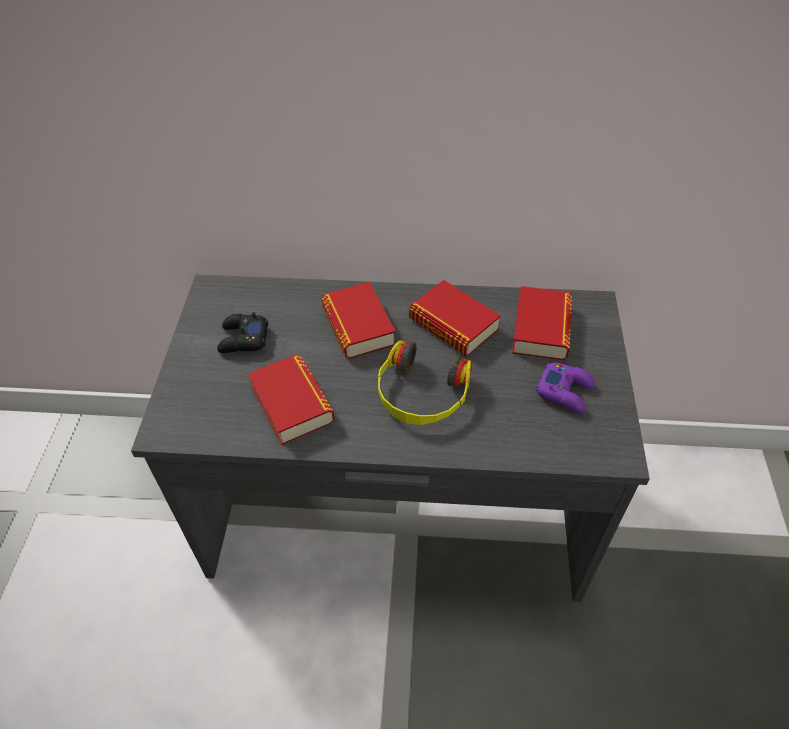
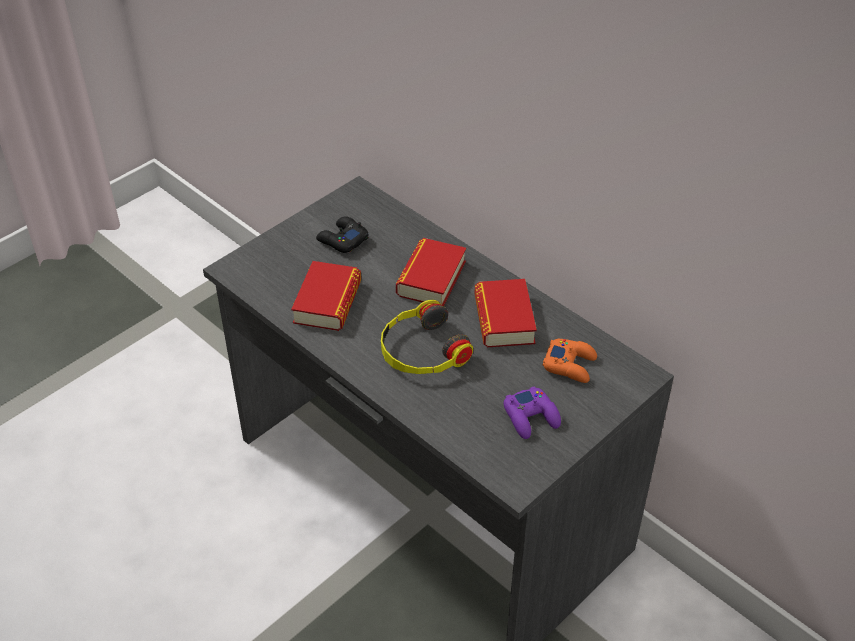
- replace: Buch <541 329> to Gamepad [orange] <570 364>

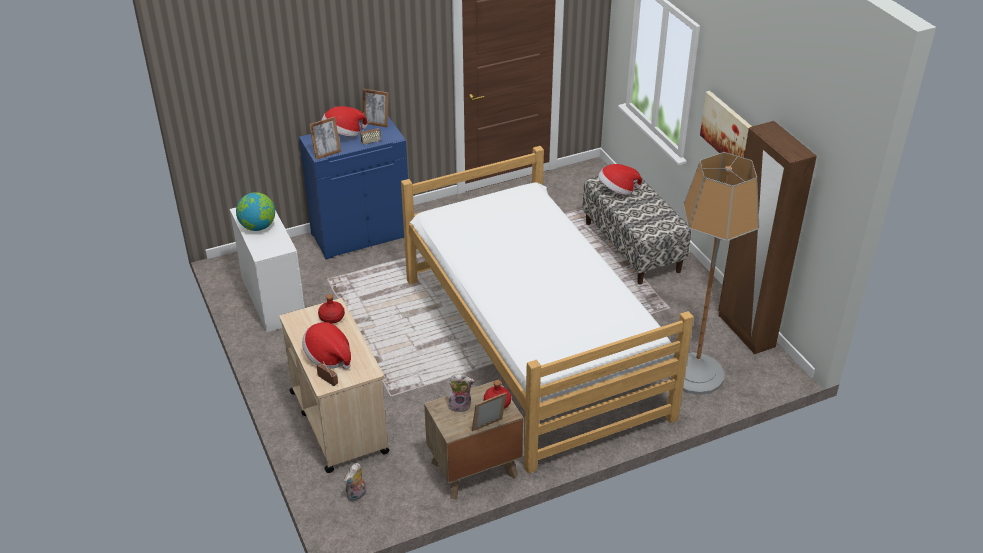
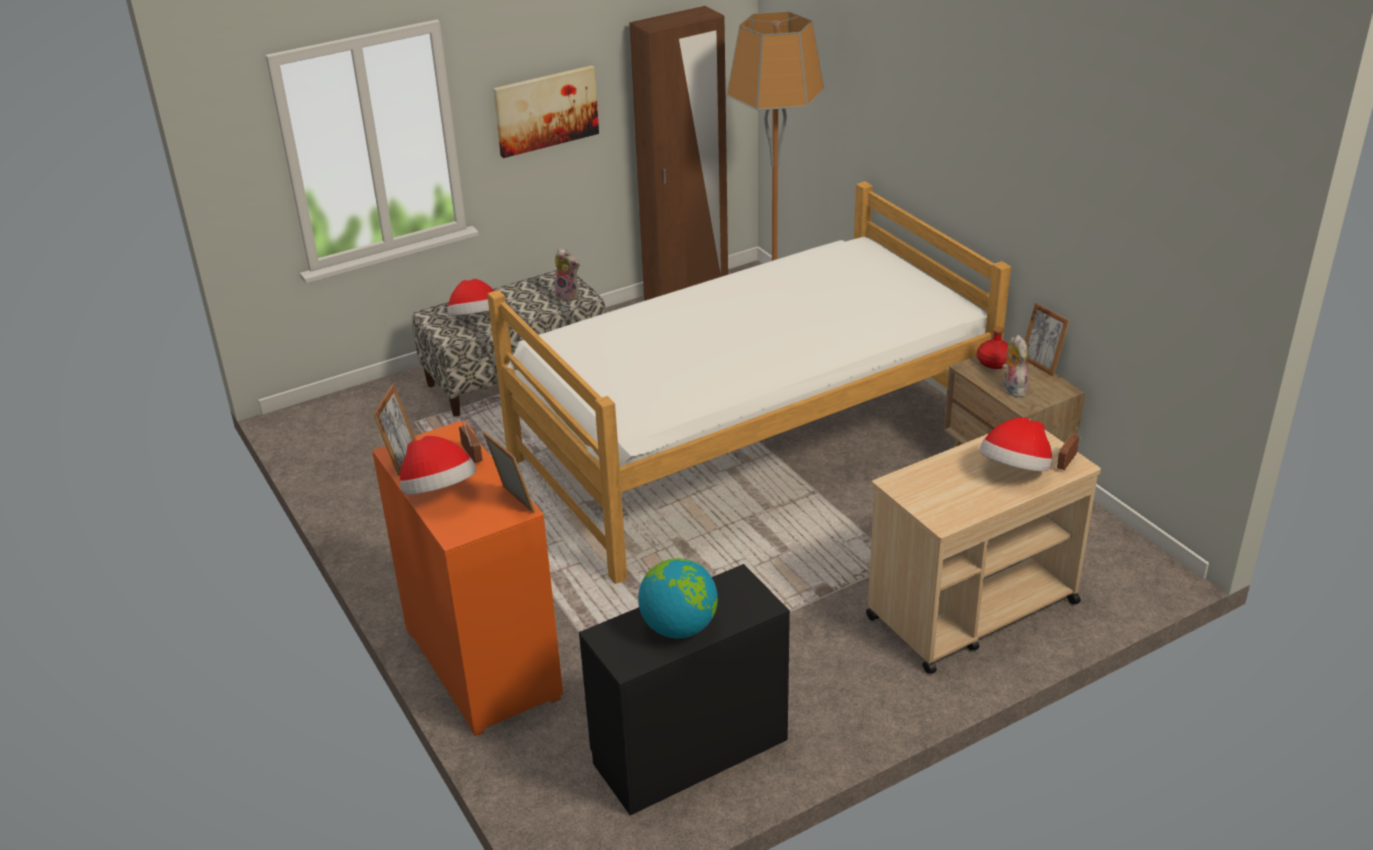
- recolor: Schrank [blau] <361 234> to Schrank [orange] <479 662>
- recolor: Kommode [weiß] <274 298> to Kommode [schwarz] <688 750>
- delete: Flasche [rot] <332 317>
- move: Plüschtier <357 495> to <569 295>

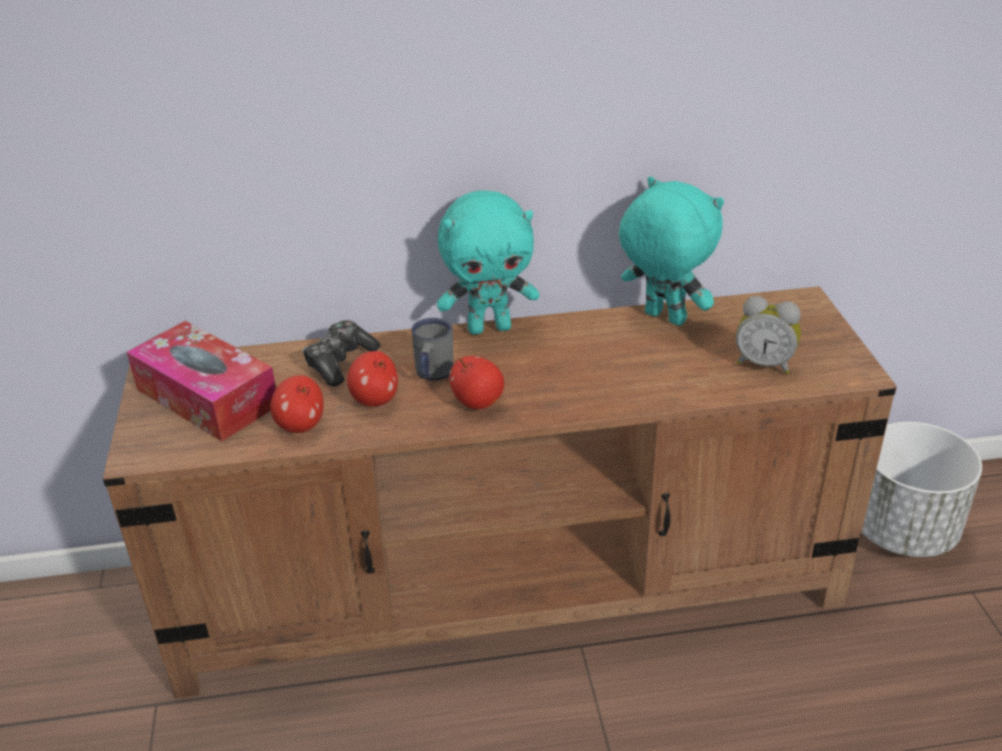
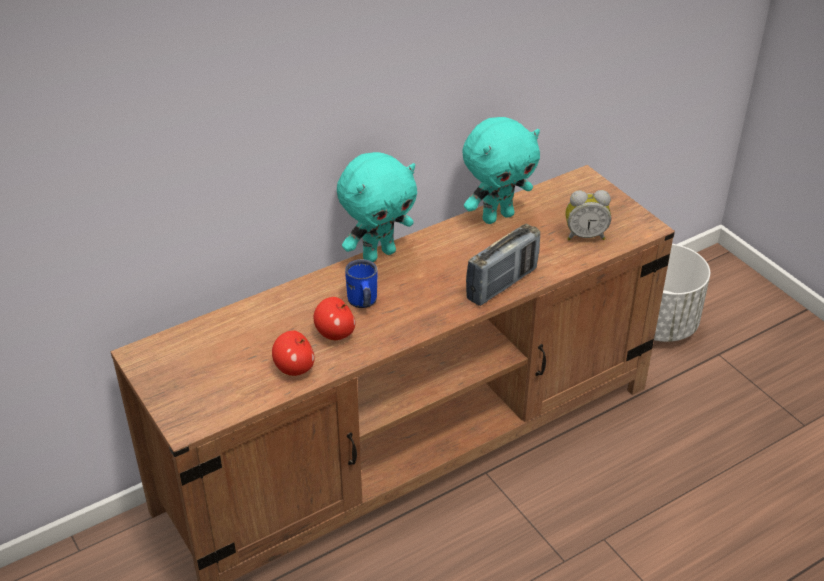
- rotate: Plüschtier [türkis] <663 318> = <497 216> 135 degrees clockwise
- recolor: Henkelbecher [grau] <432 375> to Henkelbecher [blau] <362 303>
- delete: Gamepad <340 362>
- delete: Taschentuchbox <207 397>
- delete: Apfel <477 402>
- insert: Radio <502 284>

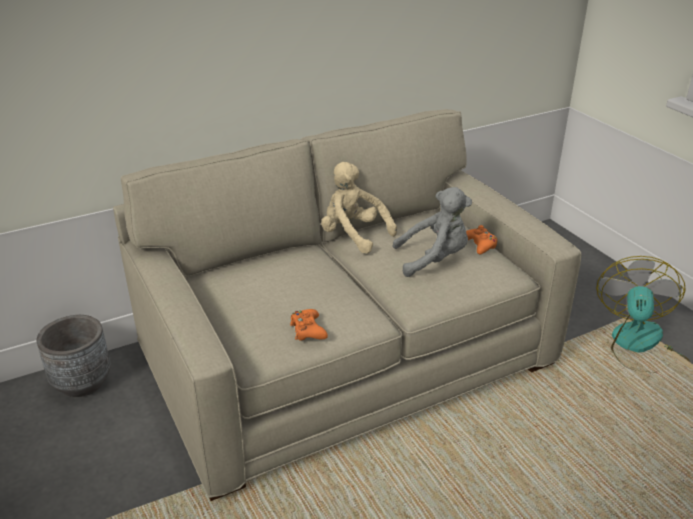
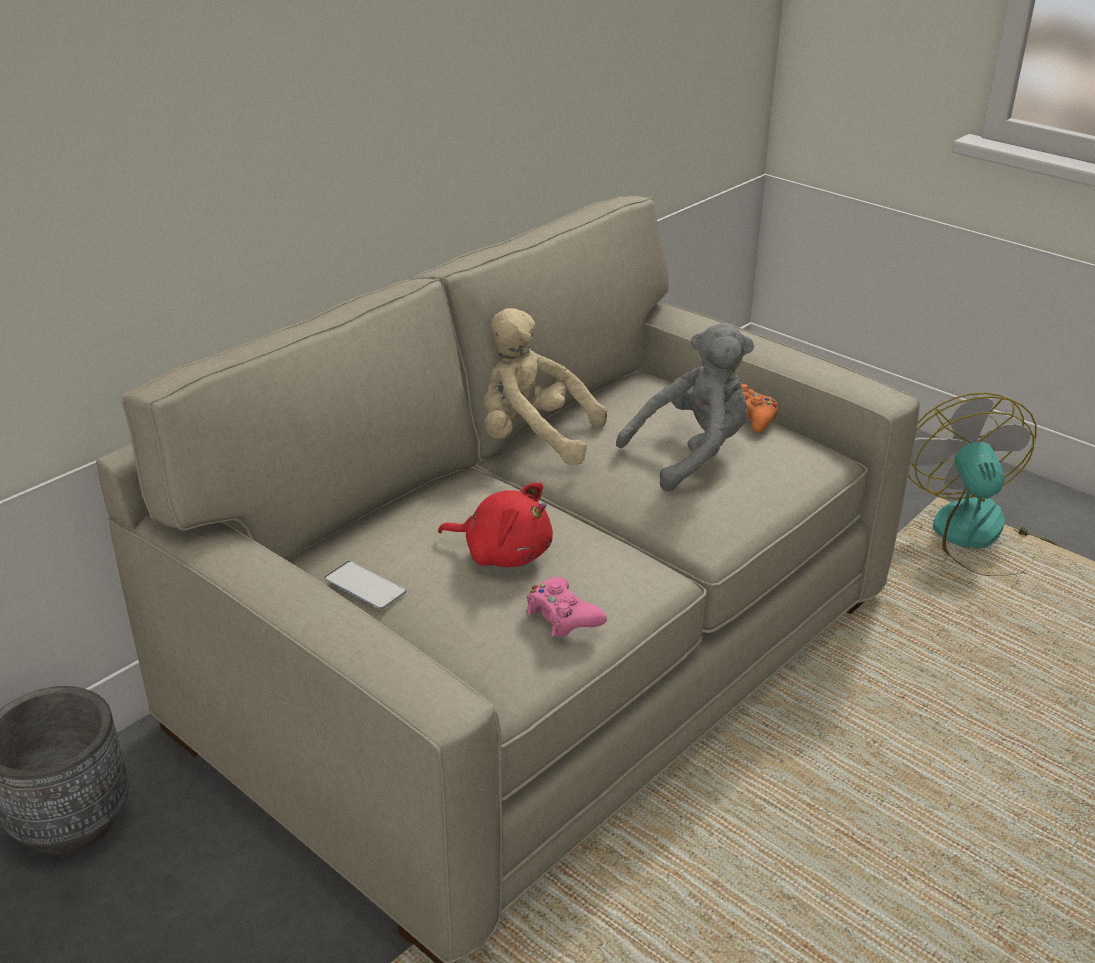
- recolor: Gamepad [orange] <308 330> to Gamepad [rosa] <562 616>
- insert: Plüschtier [rot] <503 553>
- insert: Handy <365 585>

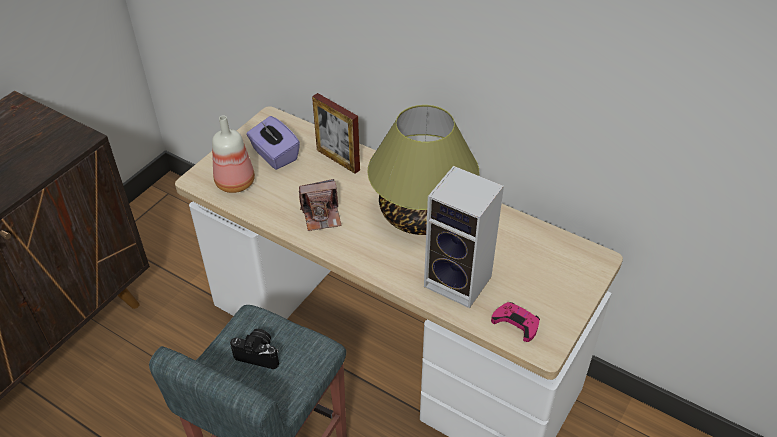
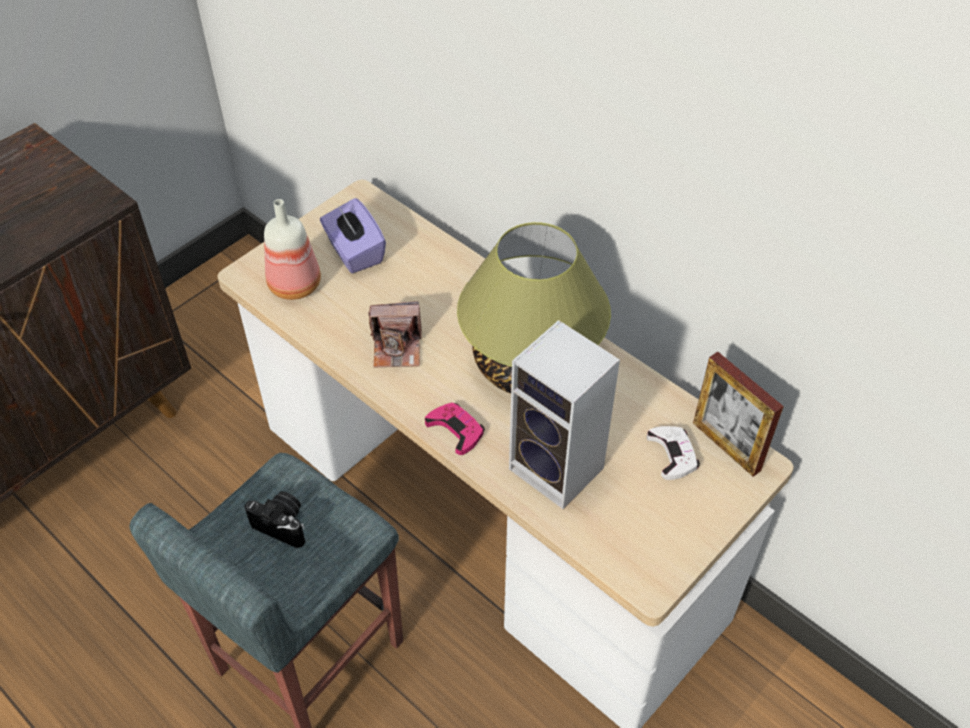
- move: Bilderrahmen <338 160> to <726 446>
- move: Gamepad [rosa] <516 323> to <456 430>
- insert: Gamepad [weiß] <672 454>

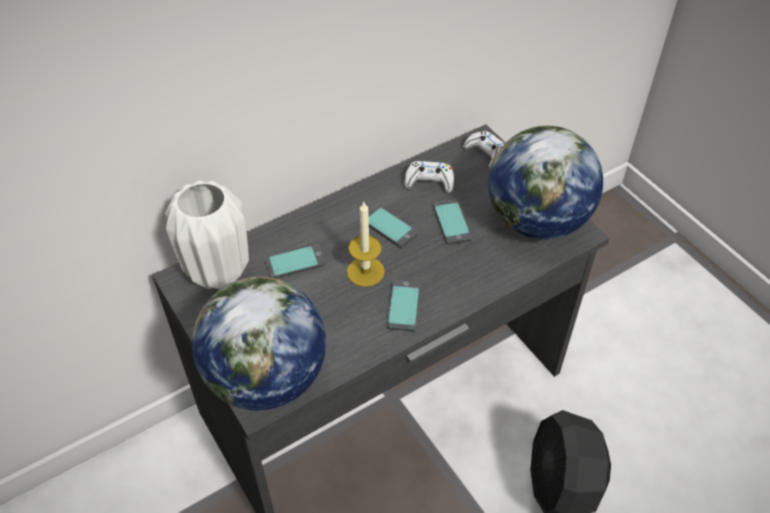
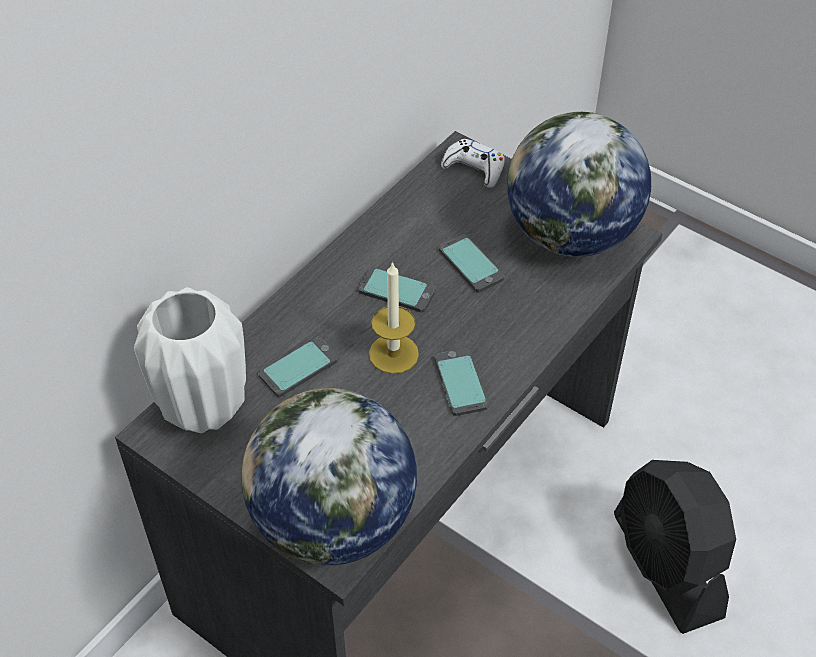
- delete: Gamepad [weiß] <429 181>

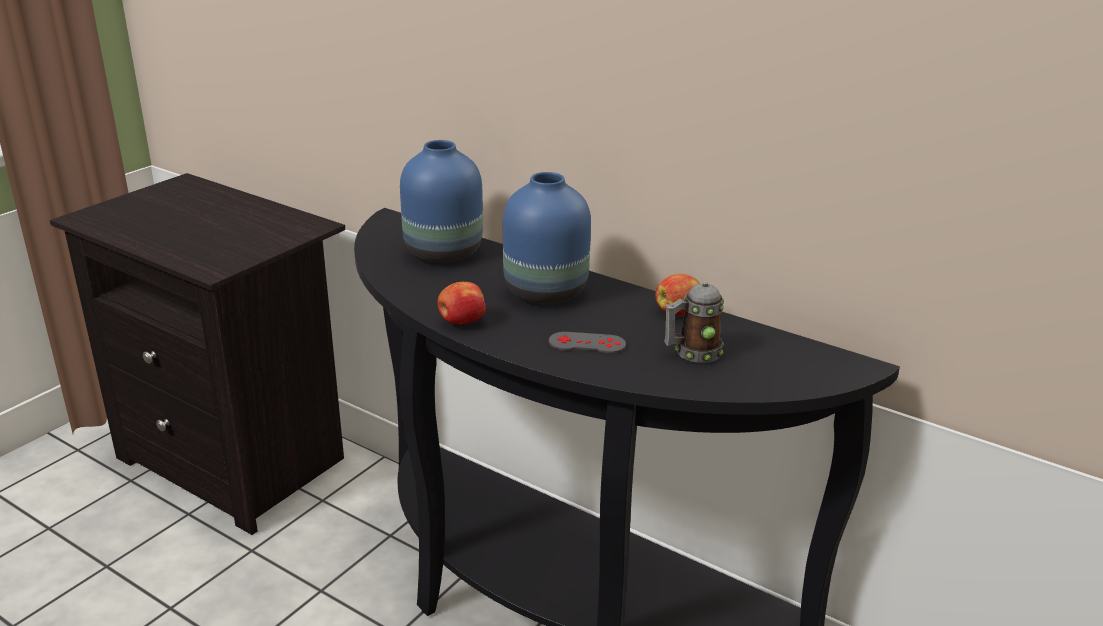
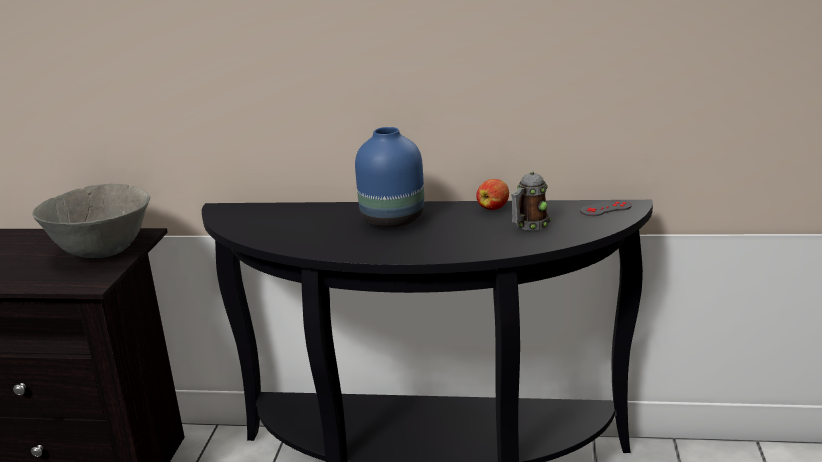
- delete: Vase [blau] <441 253>
- delete: Apfel <461 322>
- move: Gamepad [grau] <587 343> to <606 208>
- insert: Schüssel [grau] <102 251>

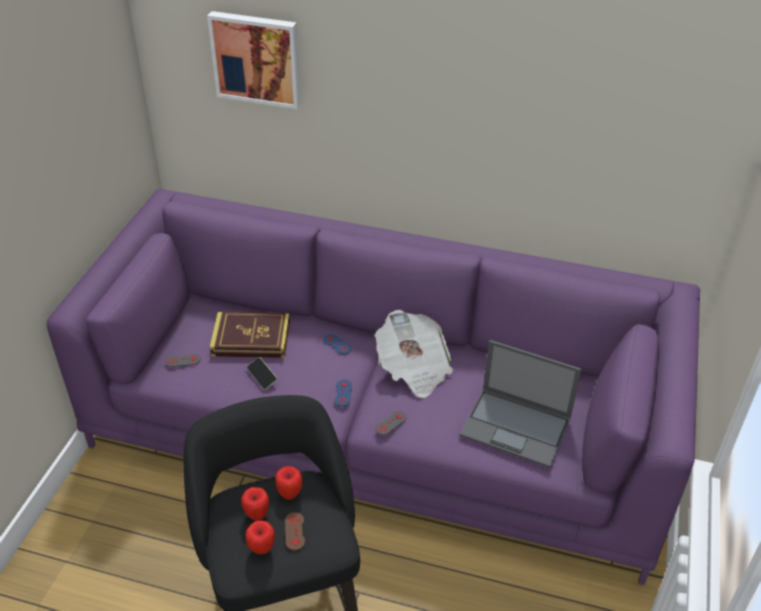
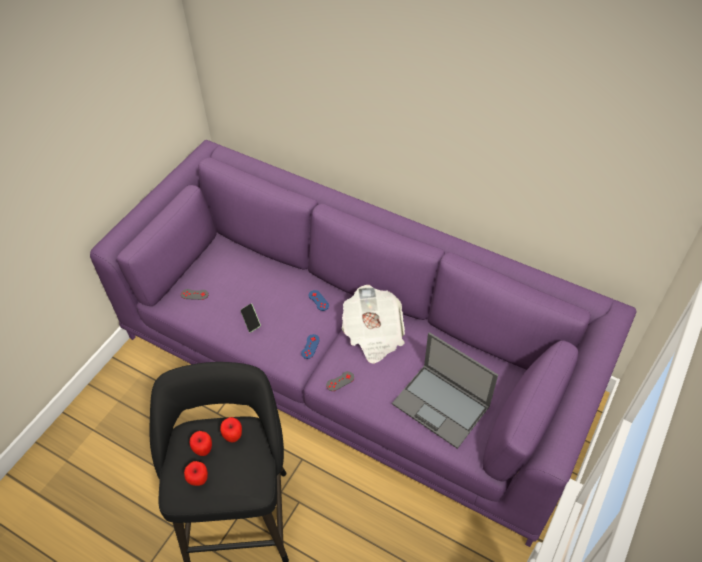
- delete: Bild <257 58>
- delete: Buch <251 339>
- delete: Gamepad [braun] <295 531>

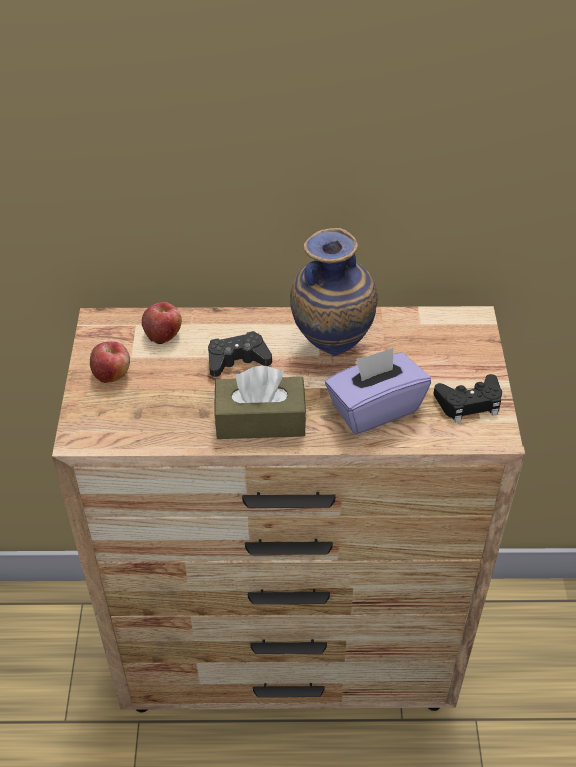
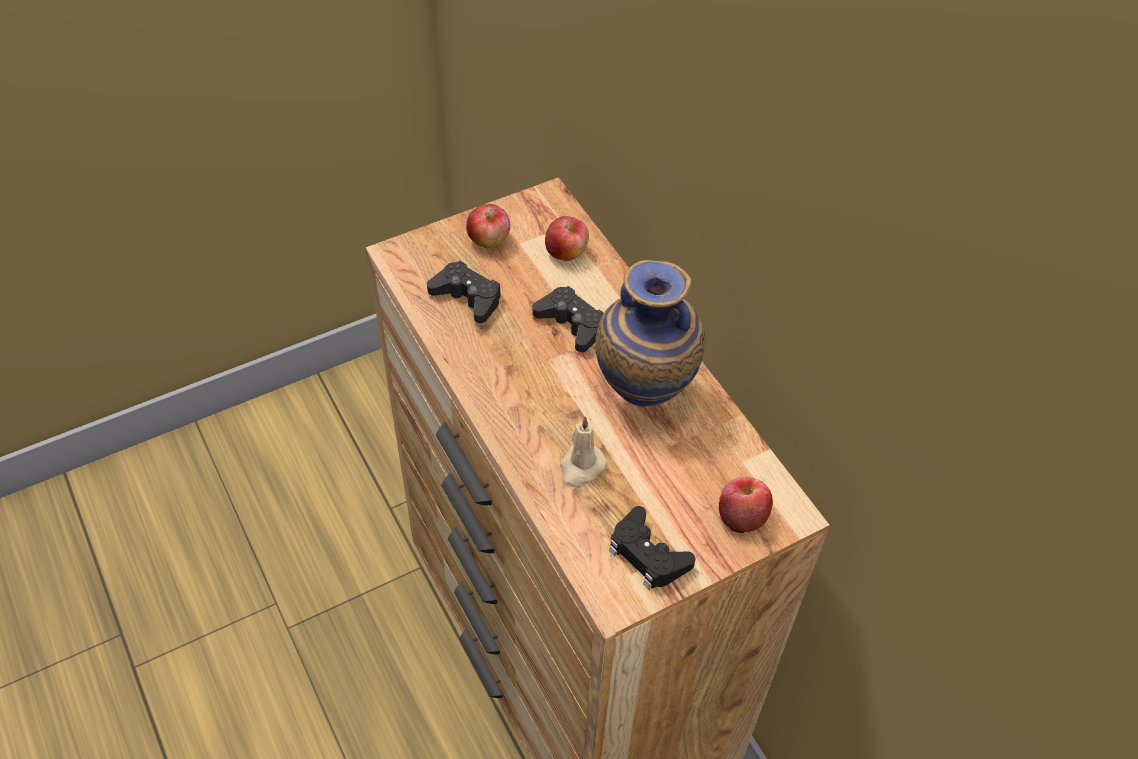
- replace: Taschentuchbox [lila] <374 408> to Kerze [beige] <581 467>
- delete: Taschentuchbox [braun] <260 420>
- insert: Gamepad [schwarz] <467 297>
- insert: Apfel <742 515>

